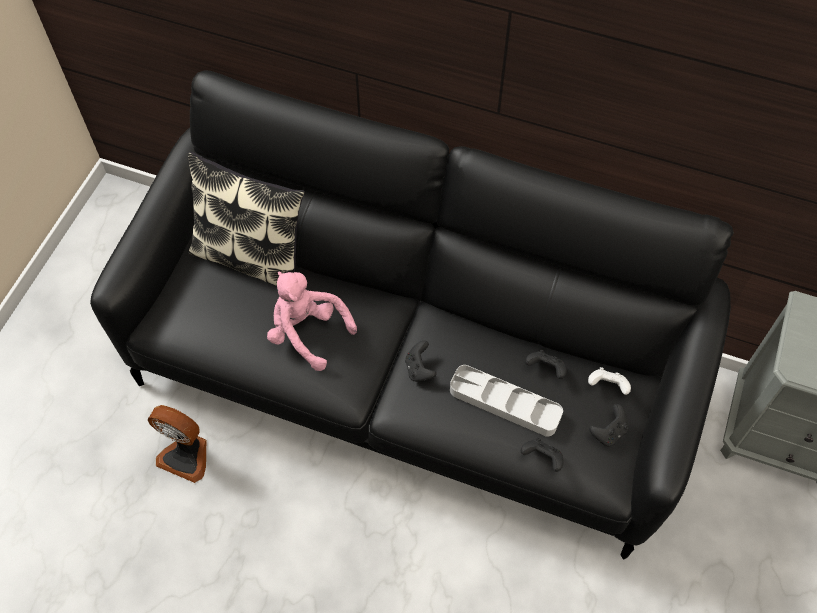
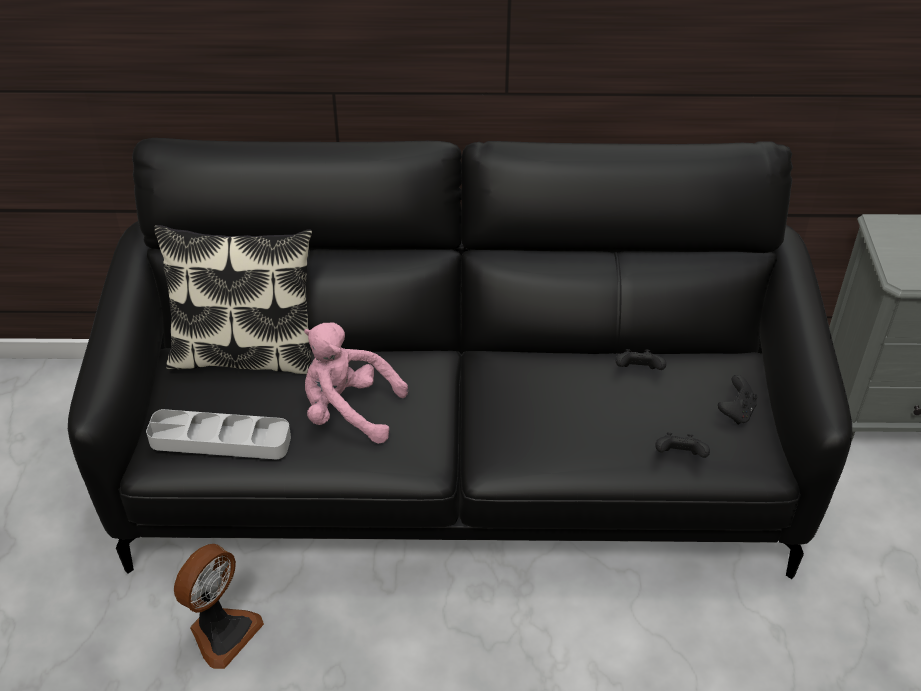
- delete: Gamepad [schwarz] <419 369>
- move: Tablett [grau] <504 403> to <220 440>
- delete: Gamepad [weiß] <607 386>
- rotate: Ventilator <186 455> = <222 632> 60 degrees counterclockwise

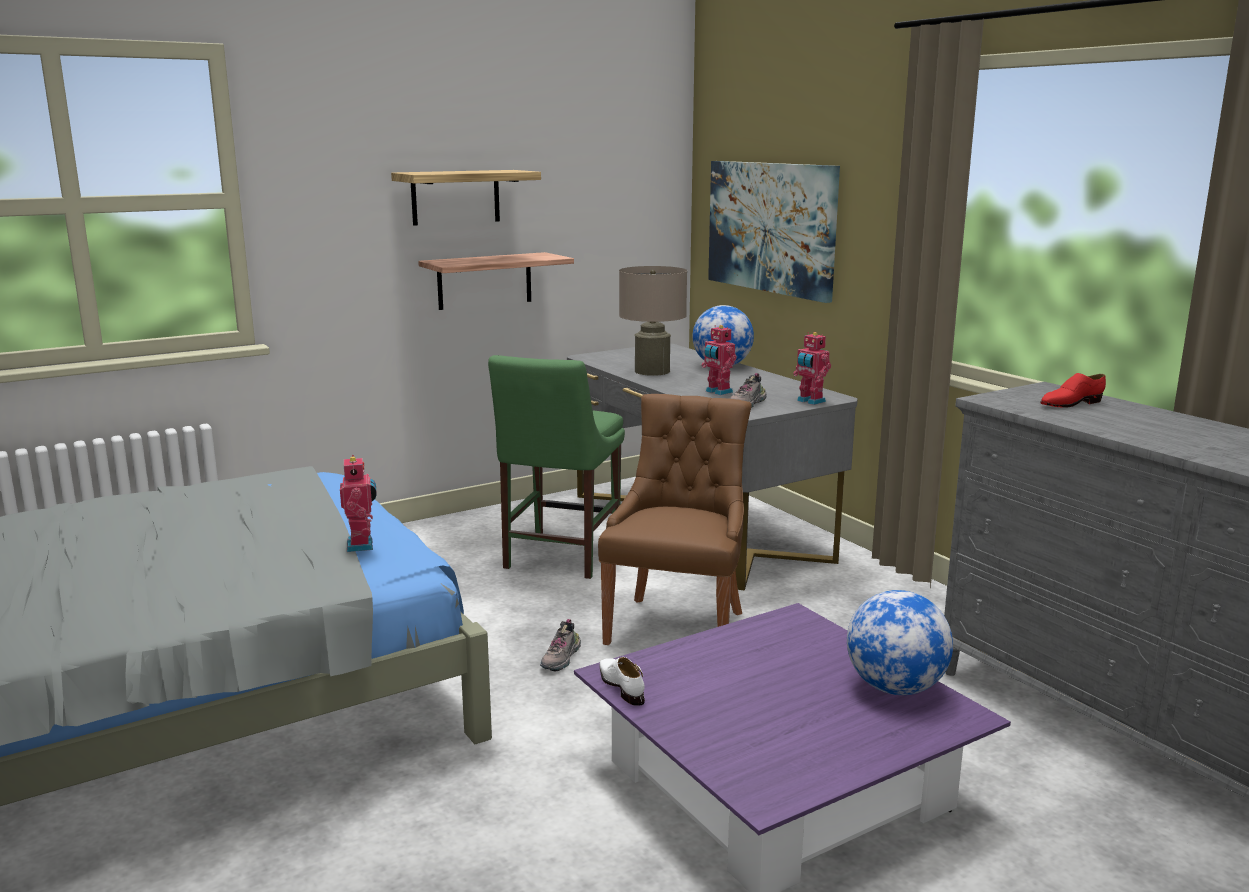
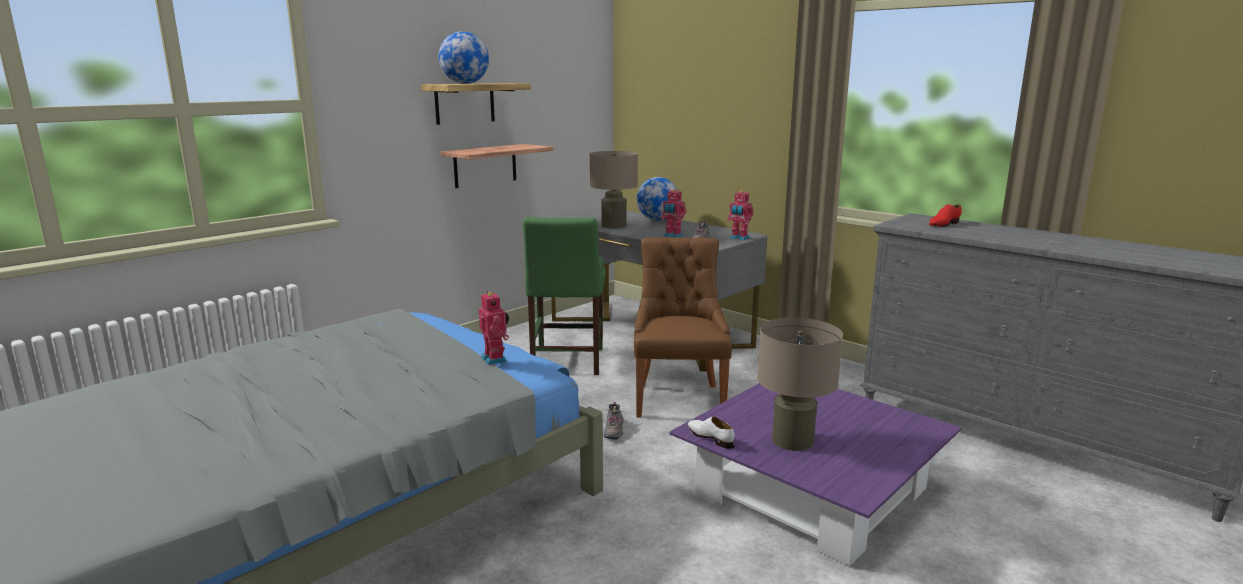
- delete: Bild <771 227>
- move: Globus <895 688> to <465 83>
- insert: Tischlampe [beige] <792 440>

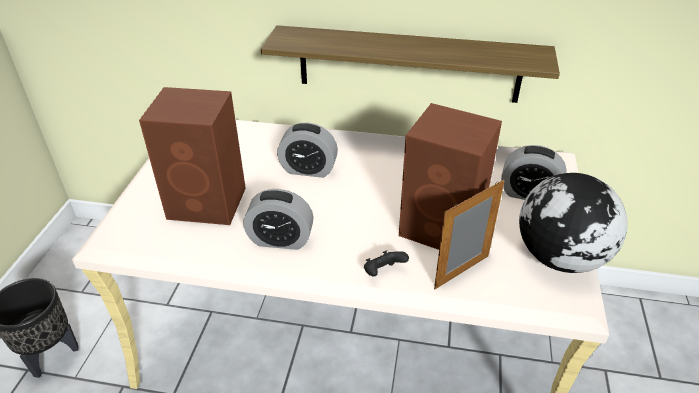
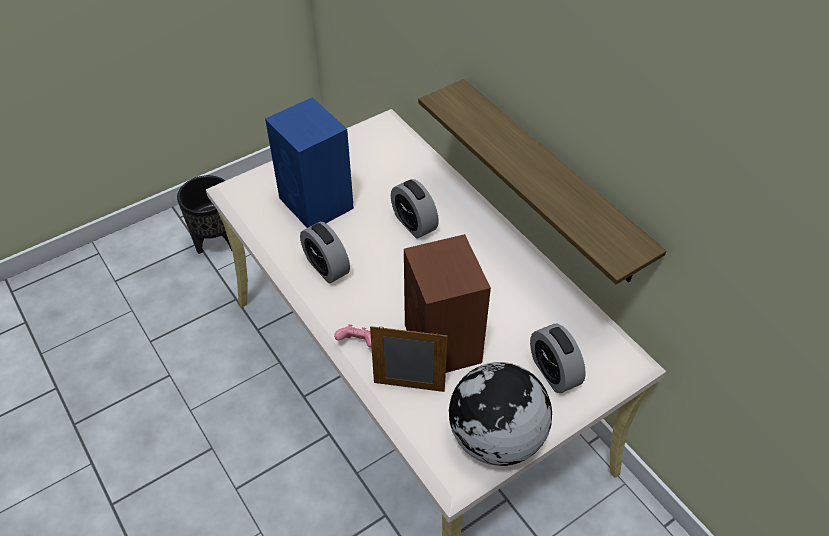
- recolor: Lautsprecher [braun] <209 203> to Lautsprecher [blau] <317 204>
- recolor: Gamepad [schwarz] <383 273> to Gamepad [rosa] <357 343>

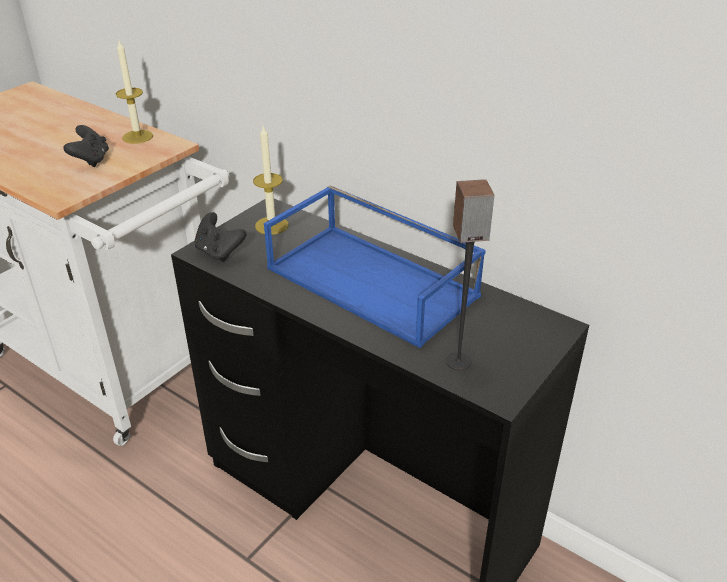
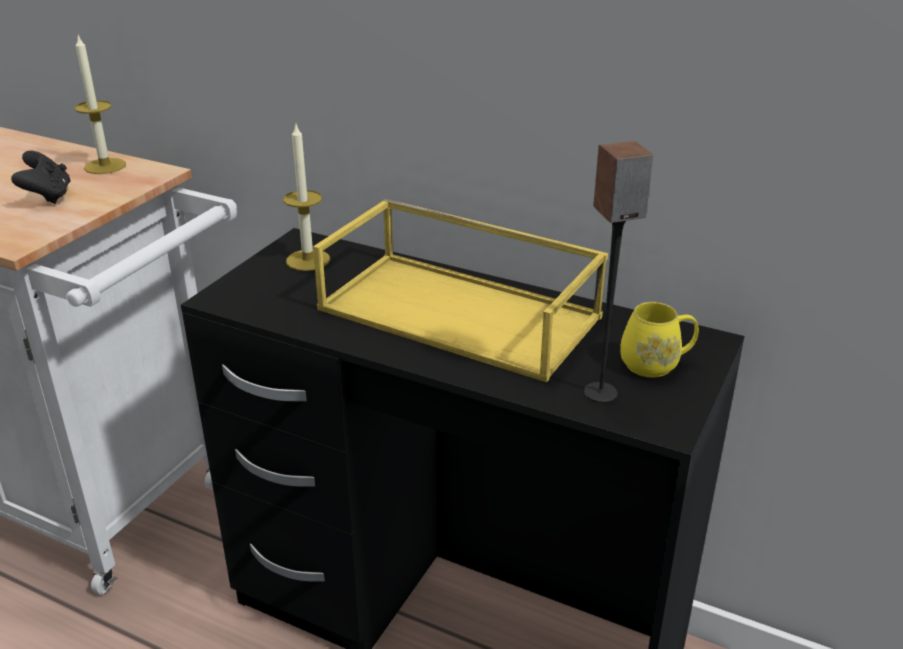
- recolor: Tablett [blau] <374 282> to Tablett [gelb] <462 312>
- delete: Gamepad [schwarz] <219 252>
- insert: Henkelbecher [gelb] <656 364>

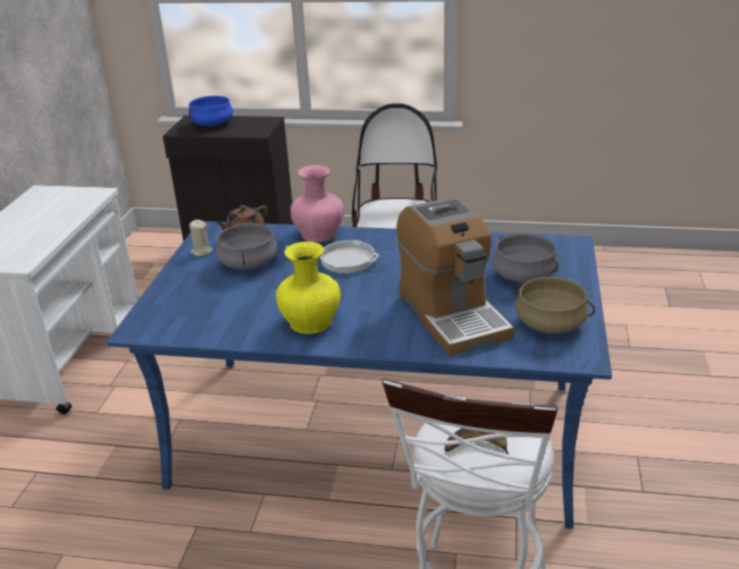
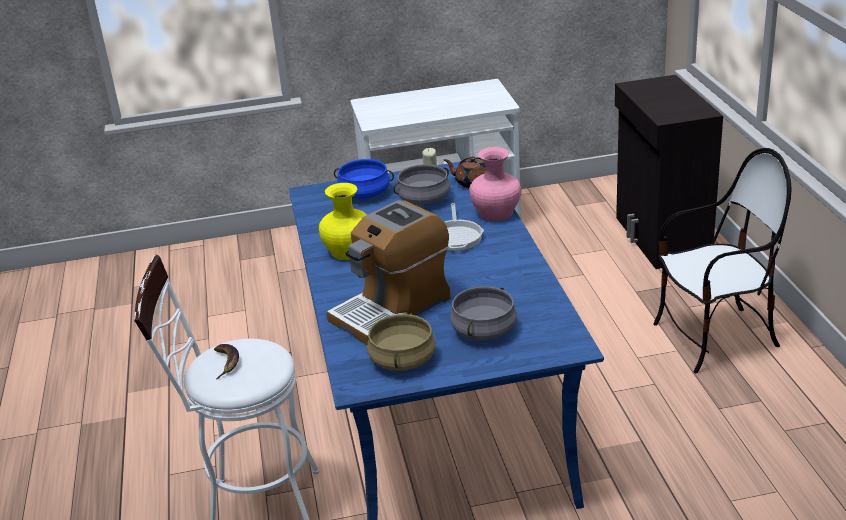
- move: Kochtopf [blau] <212 123> to <365 193>

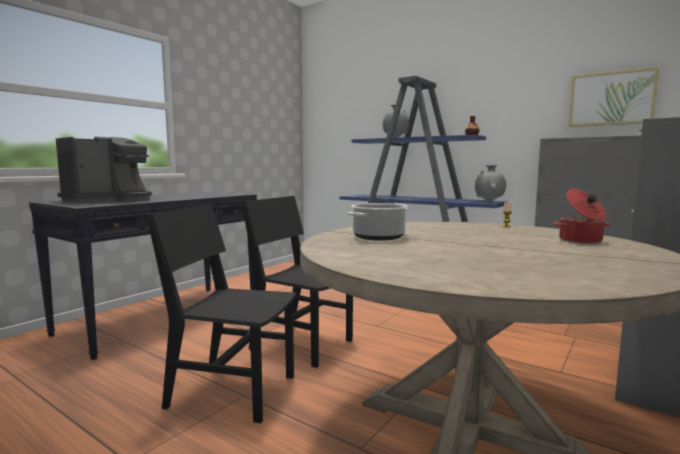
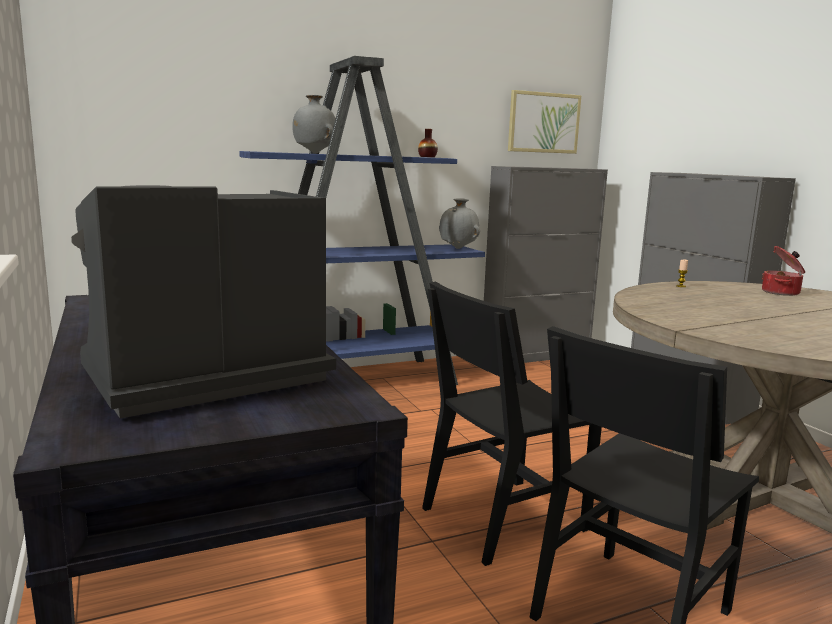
- rotate: Kaffeemaschine <109 200> = <199 378> 105 degrees counterclockwise
- delete: Kochtopf <379 237>

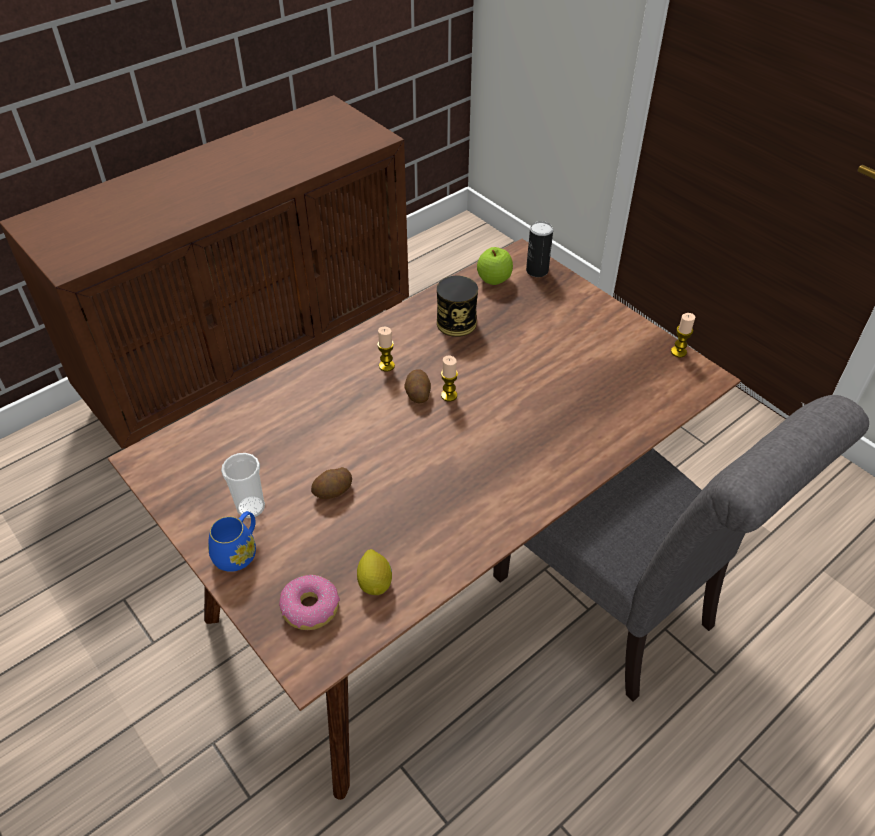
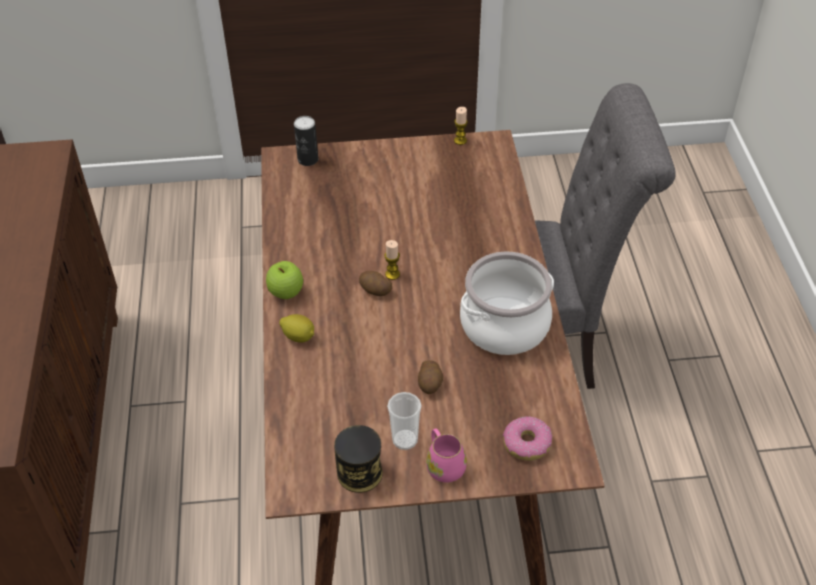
- move: Apfel <494 280> to <286 293>
- move: Dose <456 323> to <359 473>
- delete: Kerze <386 366>
- recolor: Henkelbecher [blau] <239 552> to Henkelbecher [rosa] <443 465>
- move: Zitrone <375 582> to <299 336>
- insert: Kochtopf <505 326>

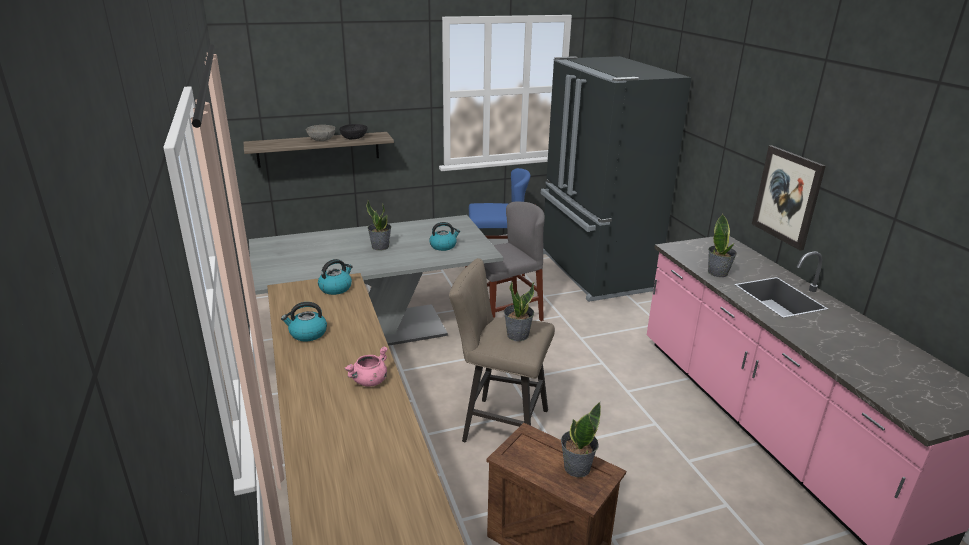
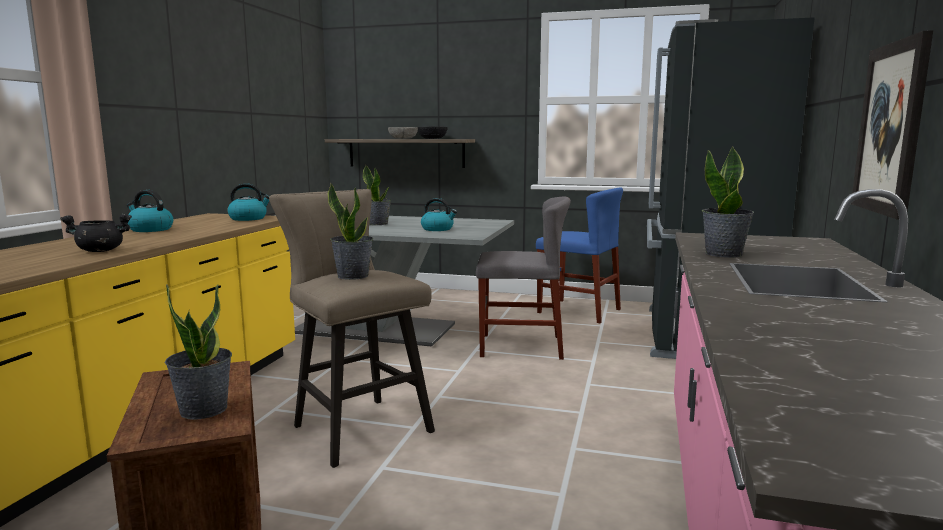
- recolor: Kochtopf [rosa] <369 381> to Kochtopf [schwarz] <100 251>

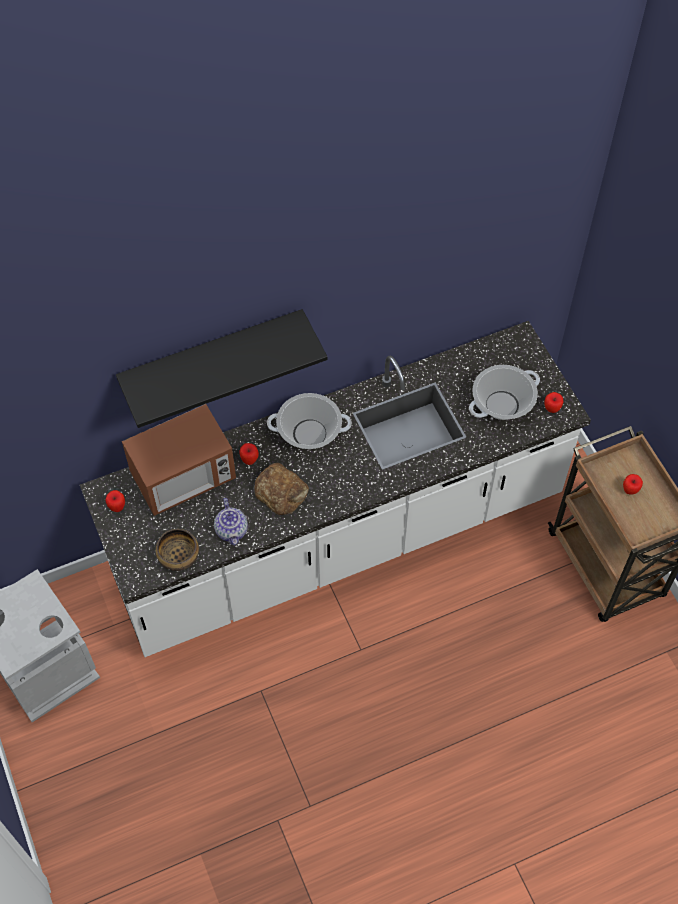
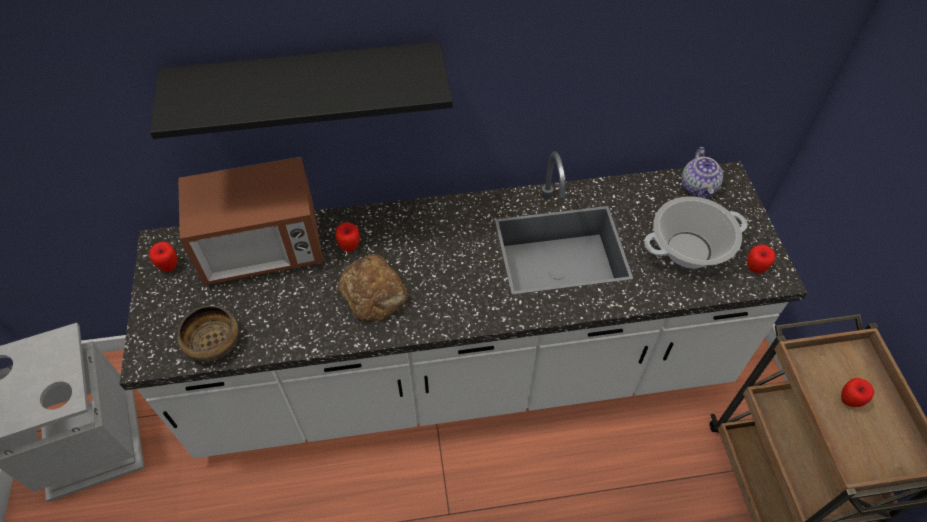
- delete: Kochtopf <309 434>
- move: Teekanne <232 530> to <699 187>

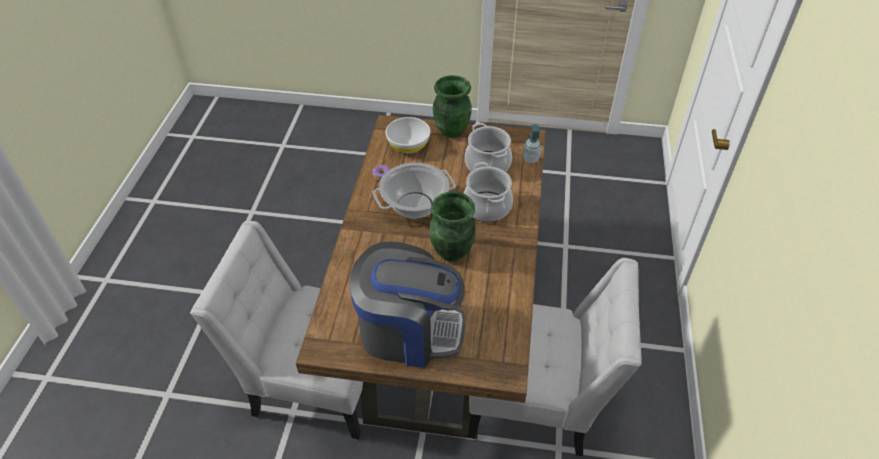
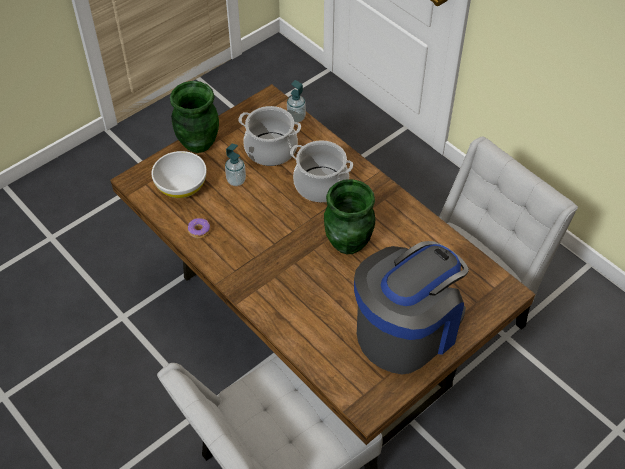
- delete: Kochtopf <415 205>
- insert: Seifenspender <236 180>

